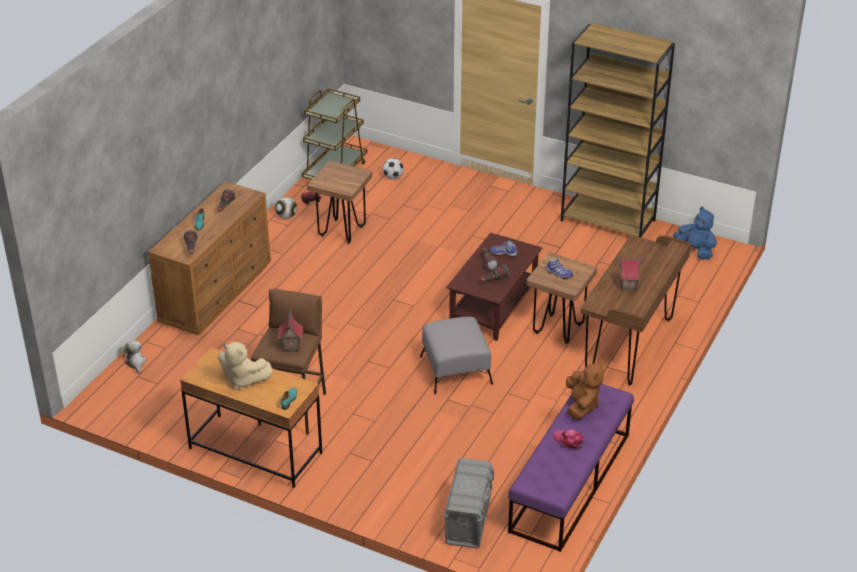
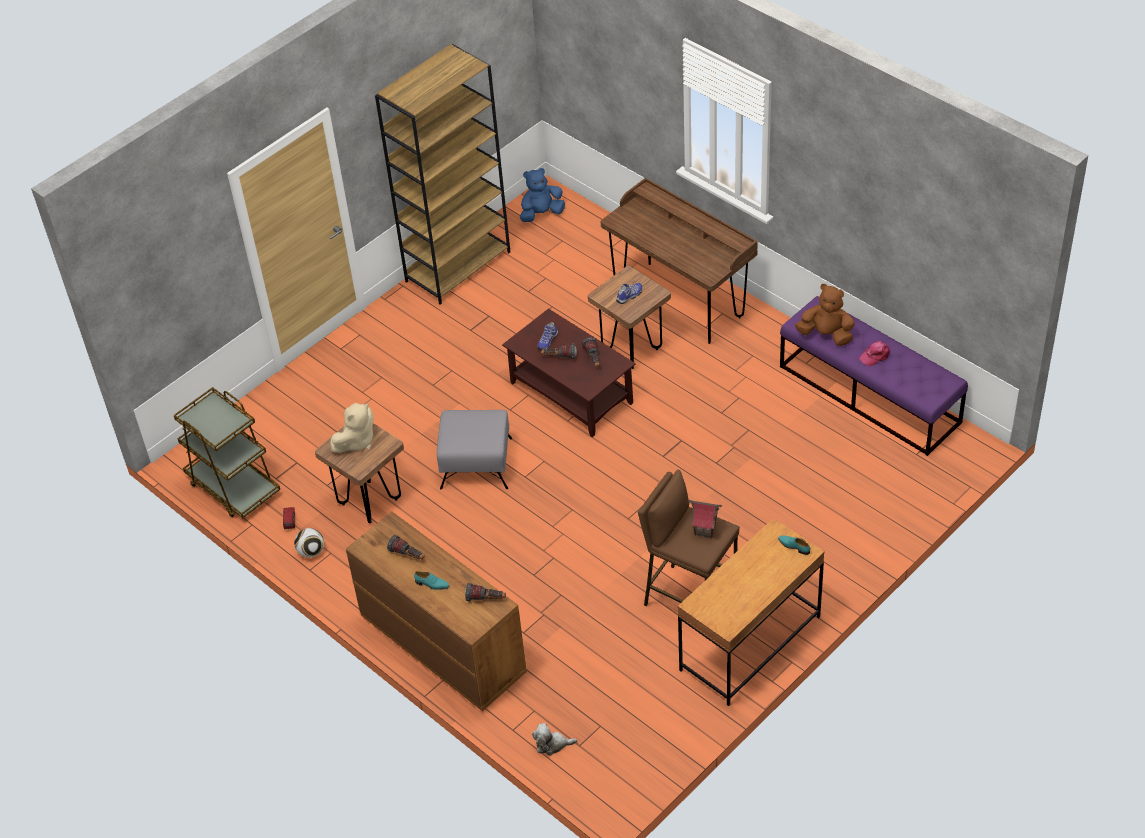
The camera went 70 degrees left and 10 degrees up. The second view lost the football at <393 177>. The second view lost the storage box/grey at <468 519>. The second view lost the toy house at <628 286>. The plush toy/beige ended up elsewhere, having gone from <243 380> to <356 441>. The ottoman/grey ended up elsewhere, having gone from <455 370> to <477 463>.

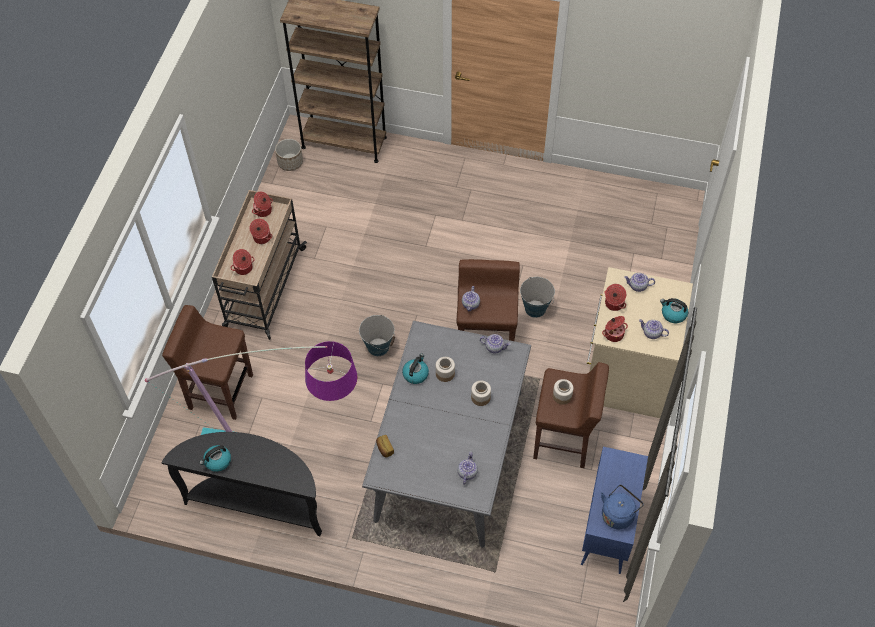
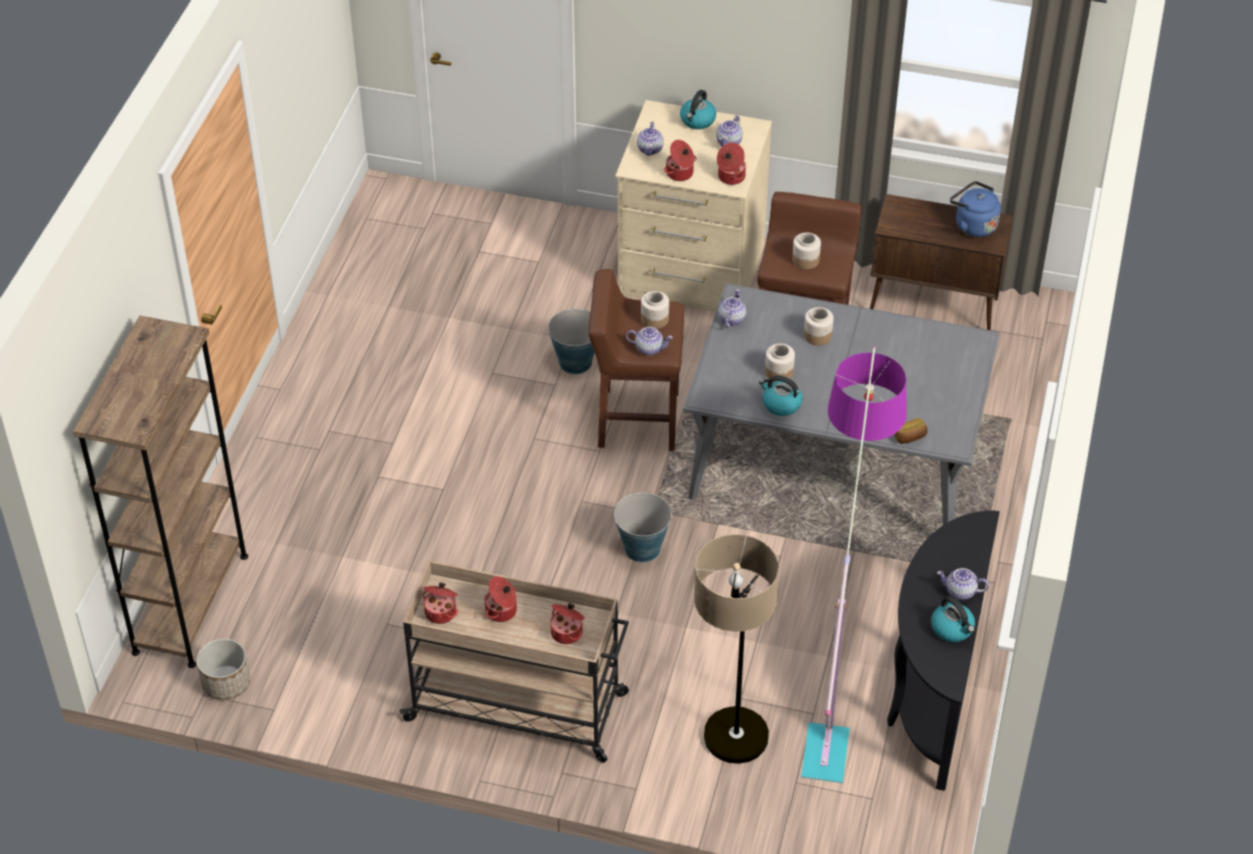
The camera went 90 degrees left and 10 degrees down. The second view gained the jar at <655 319>. The teapot ended up elsewhere, having gone from <467 472> to <960 592>. Where the stool/brown stood at <220 391>, the floor lamp came to stand at <730 758>. What was the cabinet/blue at <608 529> turned into the cabinet/brown at <934 306>.

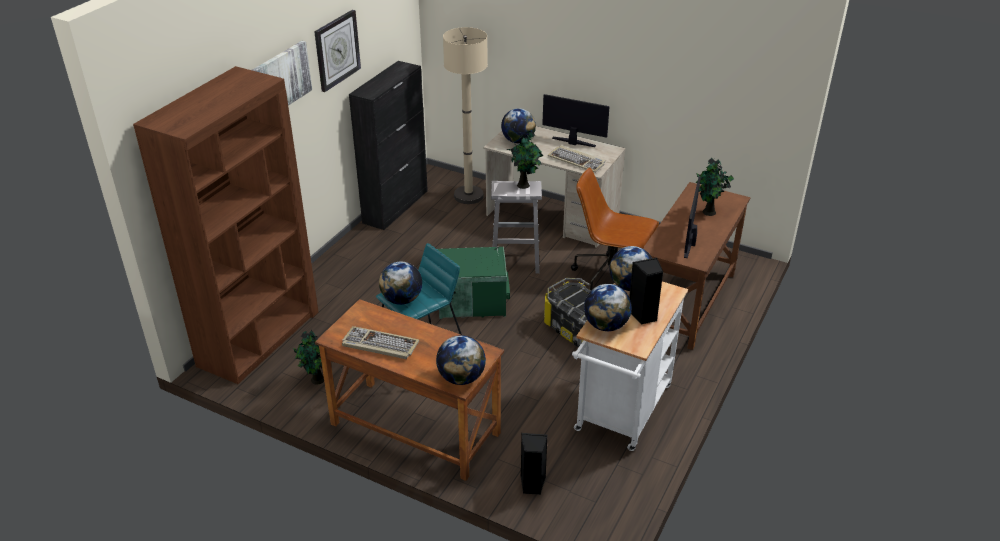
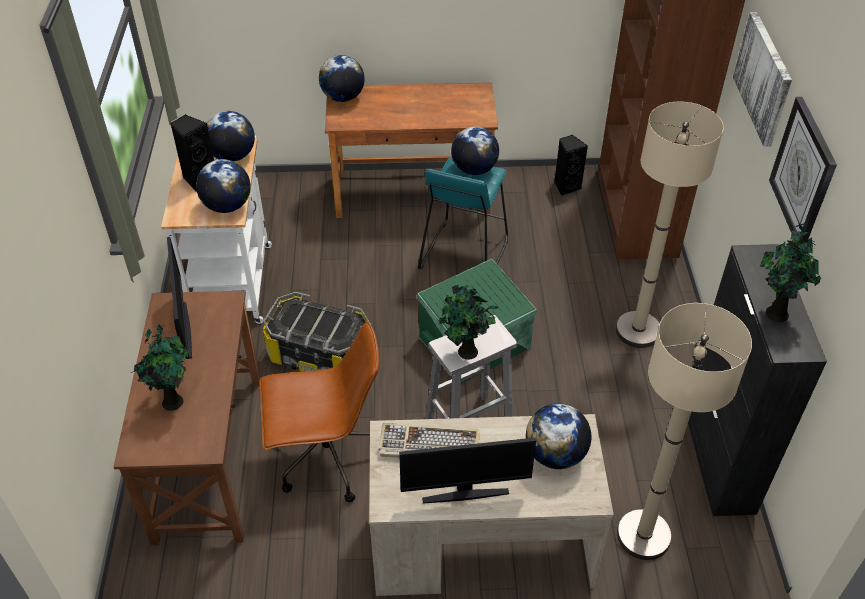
The camera went 150 degrees right and 10 degrees up. The second view lost the keyboard at <379 345>. The second view gained the floor lamp/beige at <638 331>. The potted plant ended up elsewhere, having gone from <317 380> to <775 312>. The speaker/black ended up elsewhere, having gone from <532 484> to <566 187>.

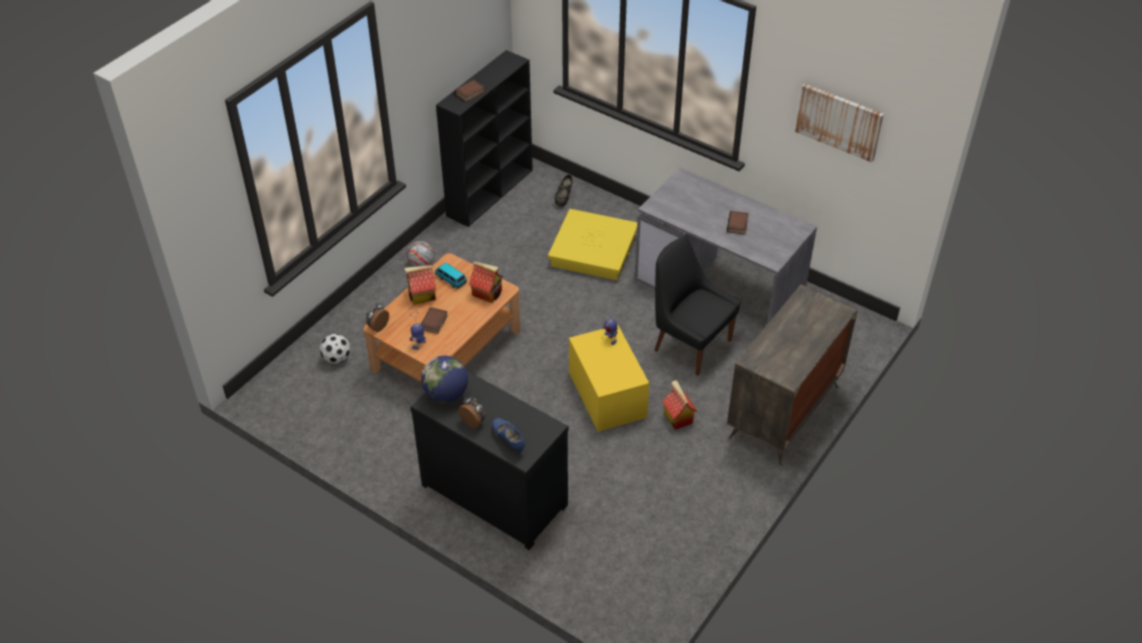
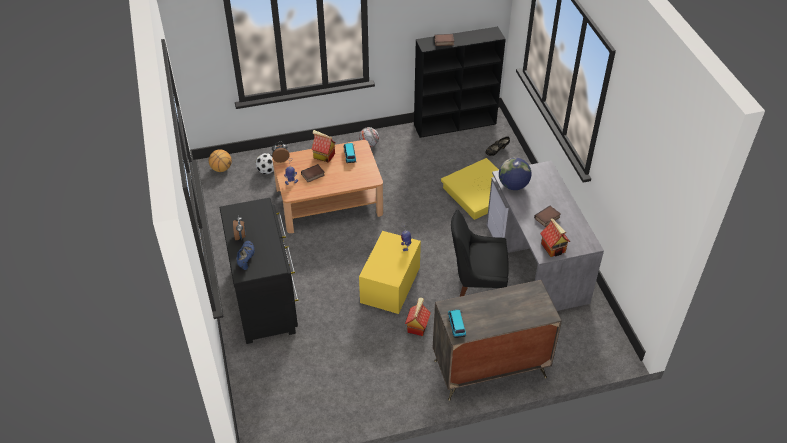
The camera went 40 degrees right and 0 degrees up. The second view lost the picture at <839 121>. The second view gained the basketball at <221 169>. The second view gained the toy car at <456 326>. The globe ended up elsewhere, having gone from <446 394> to <513 185>. The toy house ended up elsewhere, having gone from <487 293> to <553 248>. The chair/black at <690 344> ended up facing another way, 75 degrees counterclockwise from before.

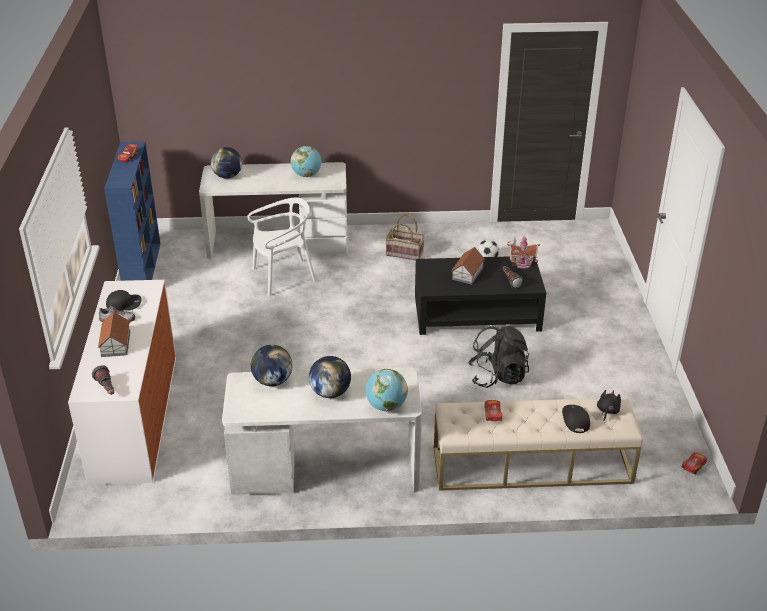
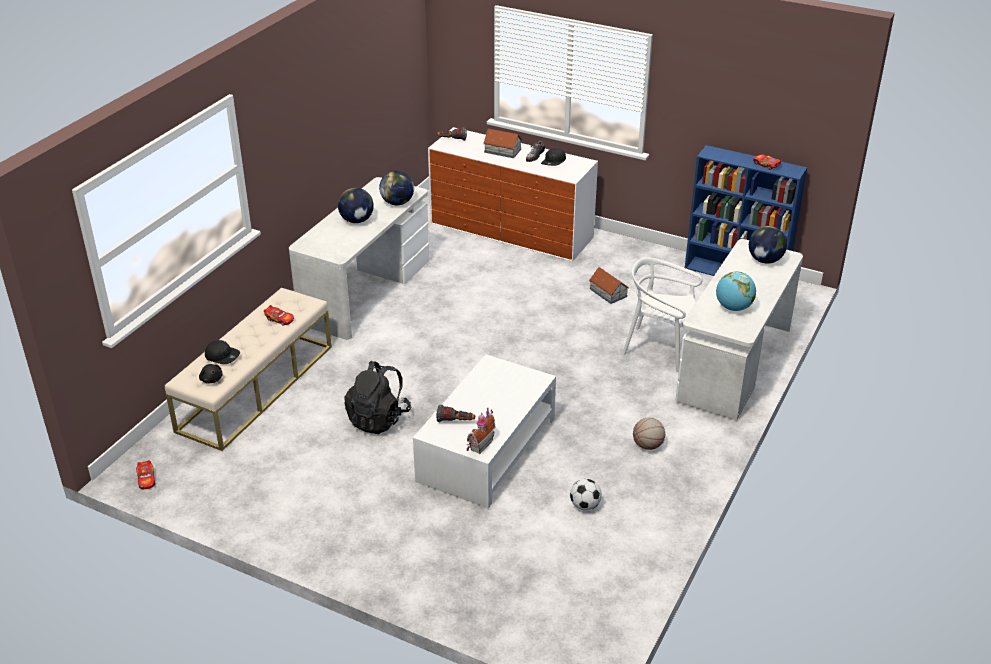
The camera went 120 degrees right and 0 degrees up. The second view lost the globe at <386 406>. The toy house ended up elsewhere, having gone from <467 273> to <608 292>. Where the basket stood at <405 253>, the basketball came to stand at <648 446>. What was the coffee table/black at <477 313> turned into the coffee table/white at <487 450>. The chair/white at <283 277> ended up facing another way, 105 degrees clockwise from before.

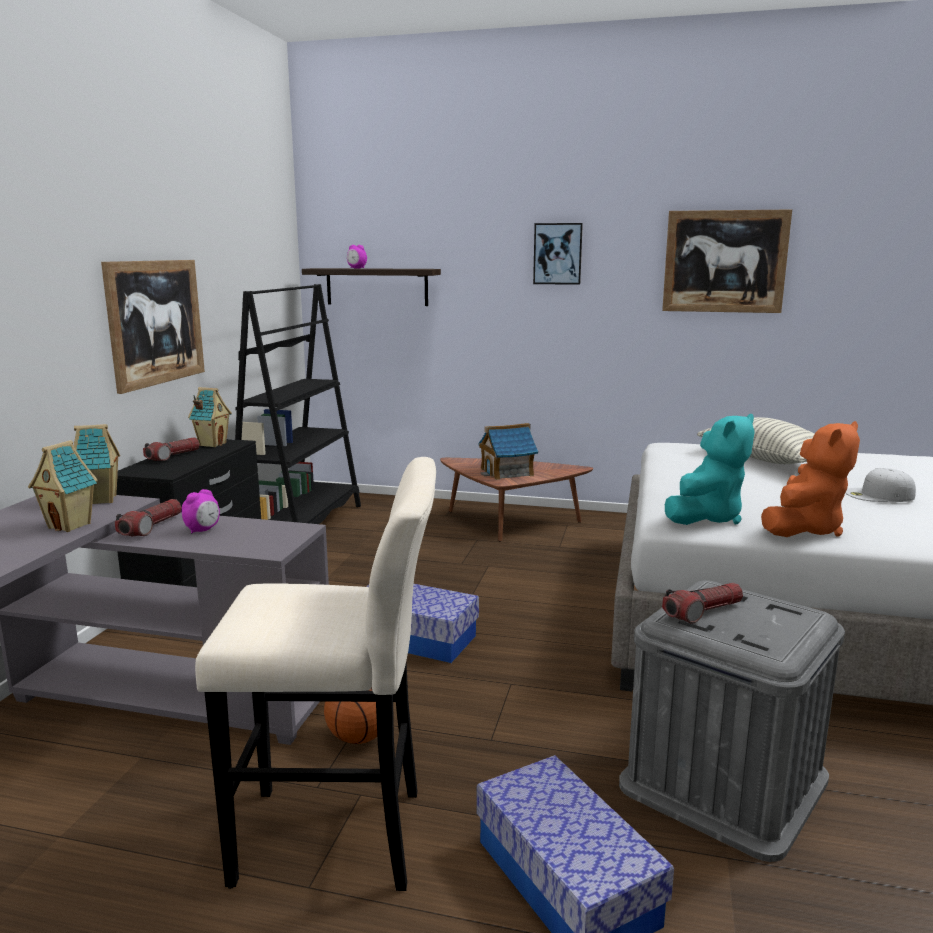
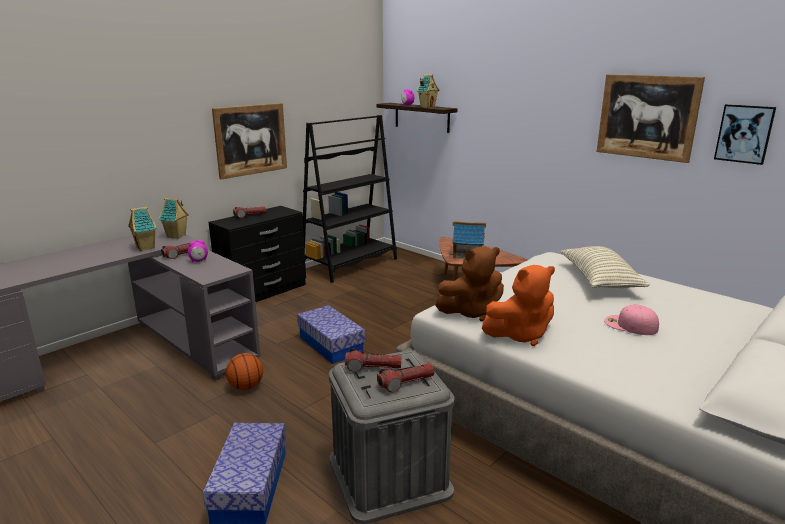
The camera went 30 degrees right and 5 degrees up. The second view lost the stool/beige at <340 837>. The second view gained the flashlight at <406 383>. The toy house ended up elsewhere, having gone from <212 444> to <427 107>. The picture ended up elsewhere, having gone from <557 254> to <744 134>. What was the plush toy/turquoise at <706 517> turned into the plush toy/brown at <471 312>. What was the cap/white at <879 495> turned into the cap/pink at <630 325>.

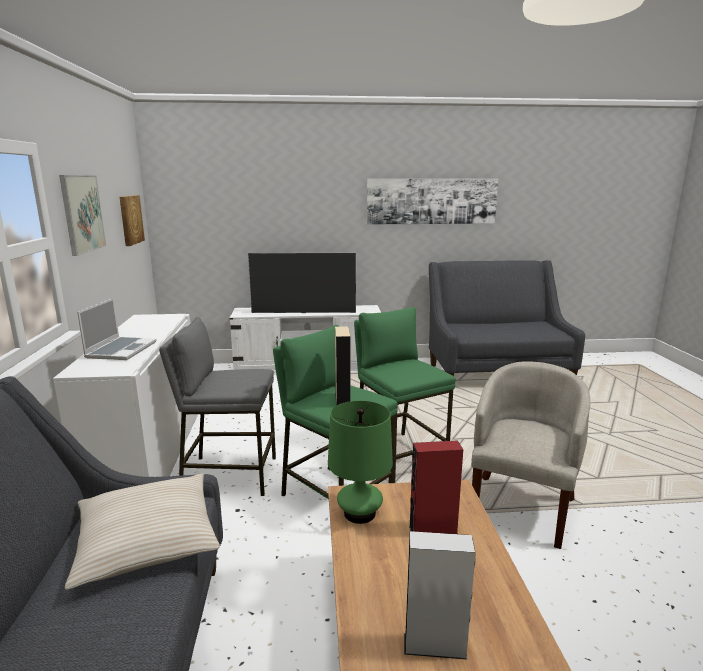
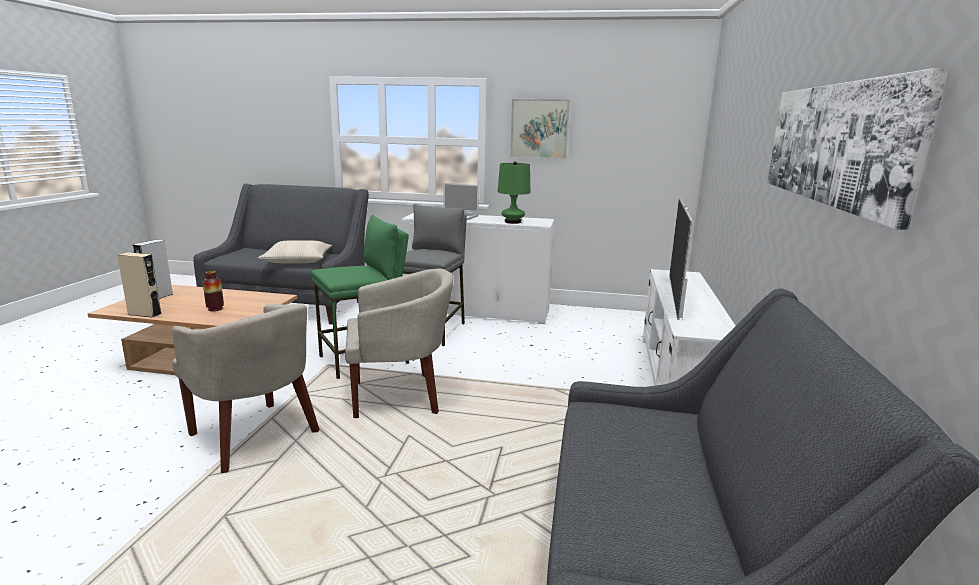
The camera went 105 degrees right and 0 degrees up. The second view lost the picture at <130 219>. The table lamp/green ended up elsewhere, having gone from <359 513> to <512 222>. The speaker/beige ended up elsewhere, having gone from <342 399> to <144 314>. Where the stool/green stood at <399 457>, the armchair/beige came to stand at <399 396>. Where the speaker/red stood at <433 530>, the vase came to stand at <215 309>.

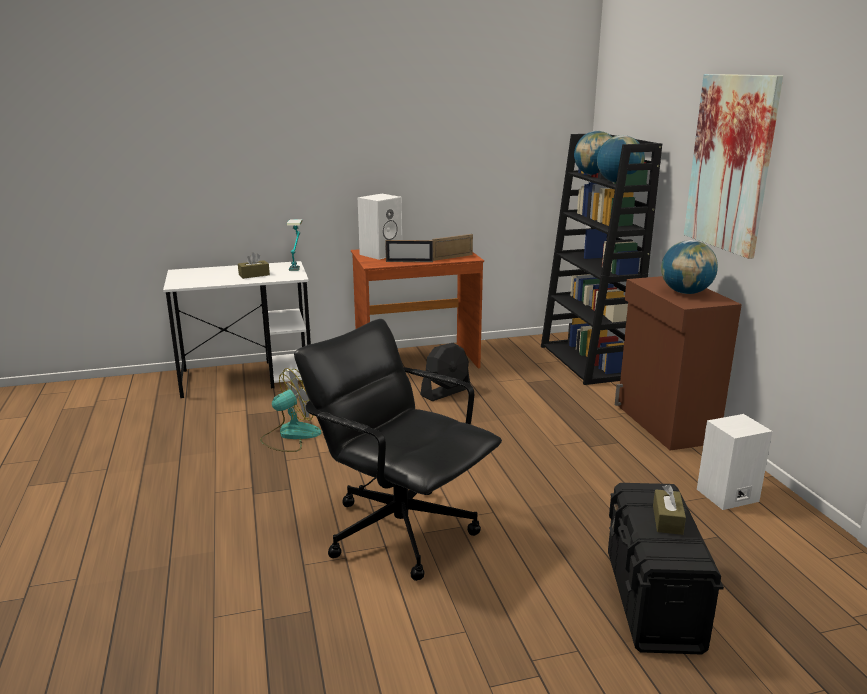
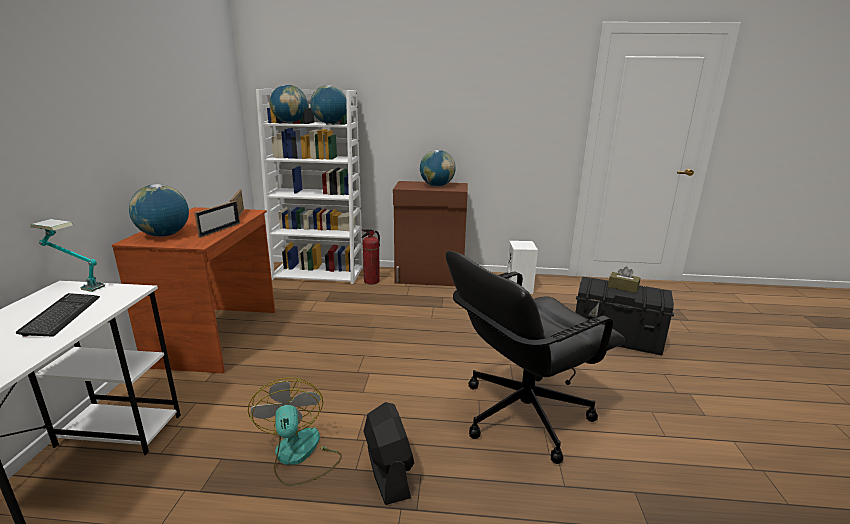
The camera went 70 degrees left and 0 degrees up. The second view lost the picture at <730 163>. The second view gained the fire extinguisher at <371 281>. The fan/black ended up elsewhere, having gone from <446 392> to <388 472>. Where the tissue box/brown stood at <254 275>, the keyboard came to stand at <62 316>. Where the speaker/white stood at <381 254>, the globe came to stand at <164 235>. What was the bookcase/black at <587 362> turned into the bookcase/white at <319 273>.

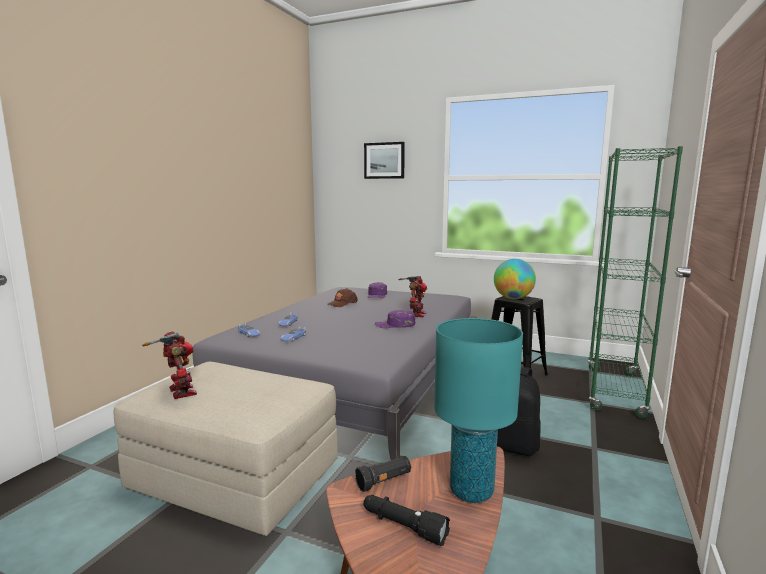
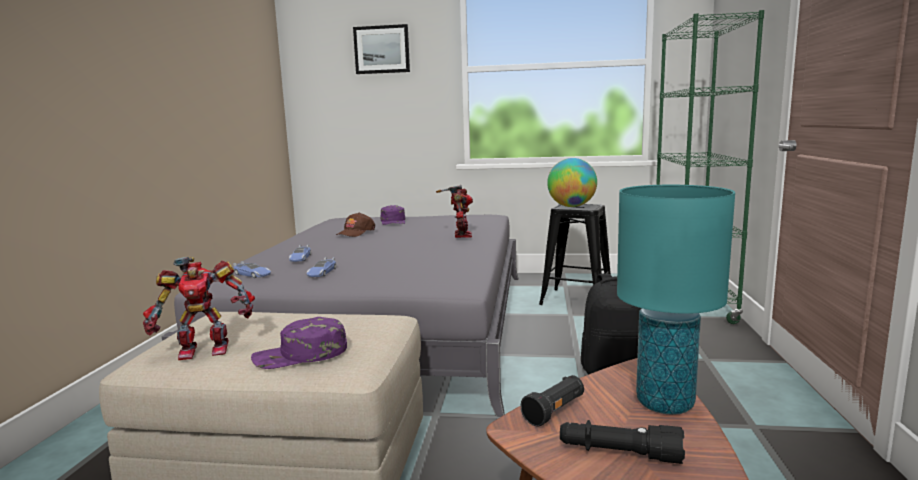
The camera went 15 degrees left and 0 degrees up. The cap/purple ended up elsewhere, having gone from <395 325> to <300 355>. The toy robot at <180 392> ended up facing another way, 120 degrees clockwise from before.

